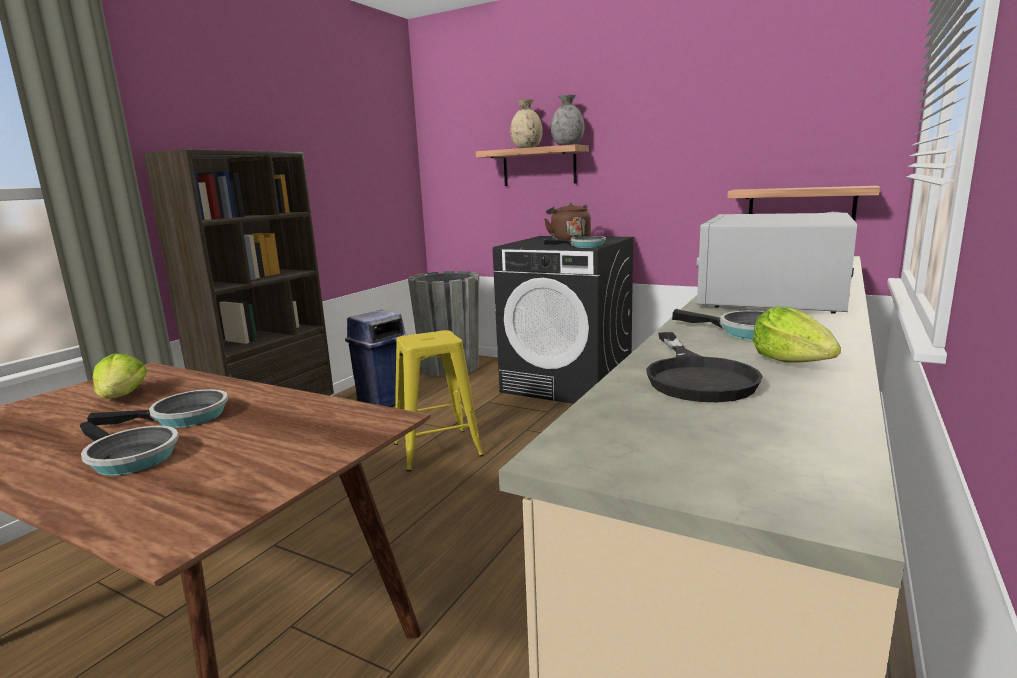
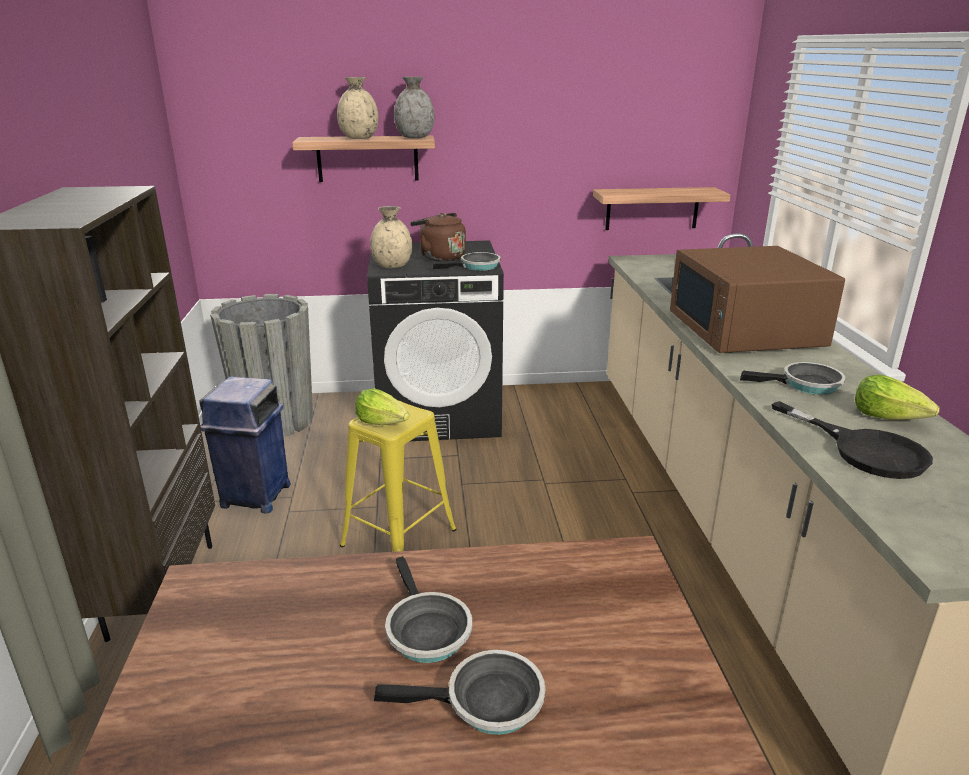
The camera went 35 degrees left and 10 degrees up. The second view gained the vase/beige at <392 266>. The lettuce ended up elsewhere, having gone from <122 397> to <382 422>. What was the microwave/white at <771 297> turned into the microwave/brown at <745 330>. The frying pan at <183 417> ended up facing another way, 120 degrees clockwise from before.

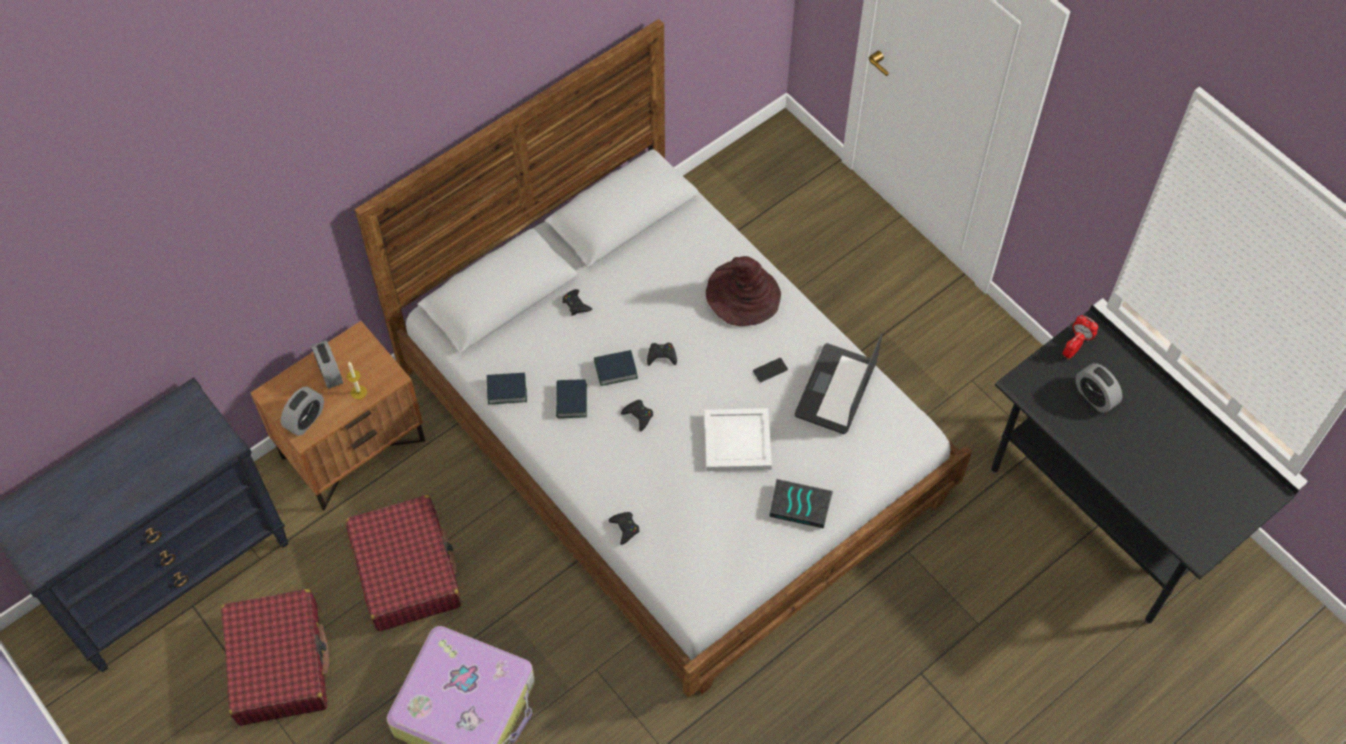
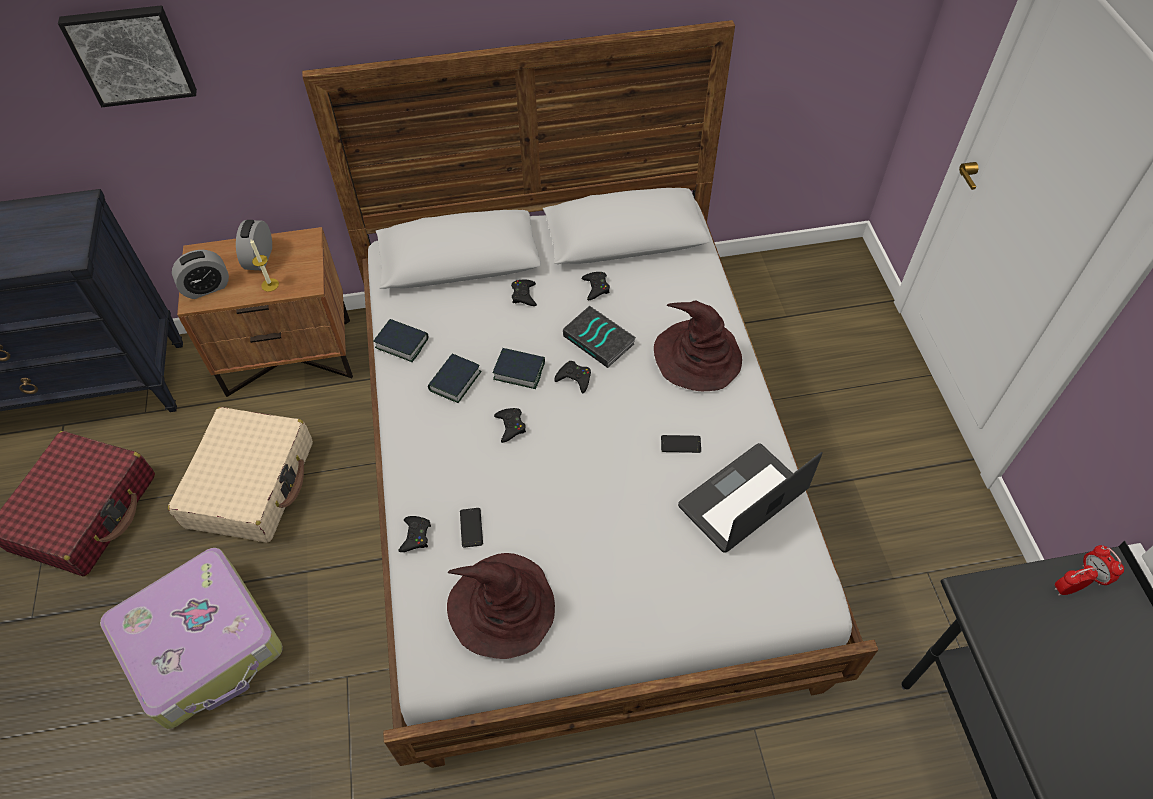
The camera went 30 degrees right and 5 degrees down. The second view lost the tray/white at <736 442>. The second view lost the alarm clock at <1094 397>. The second view gained the picture at <131 54>. The second view gained the hat/brown at <502 606>. The second view gained the phone at <471 527>. The second view gained the game controller/black at <596 287>. The book ended up elsewhere, having gone from <801 505> to <600 340>. What was the suitcase/red at <406 570> turned into the suitcase/beige at <251 484>.

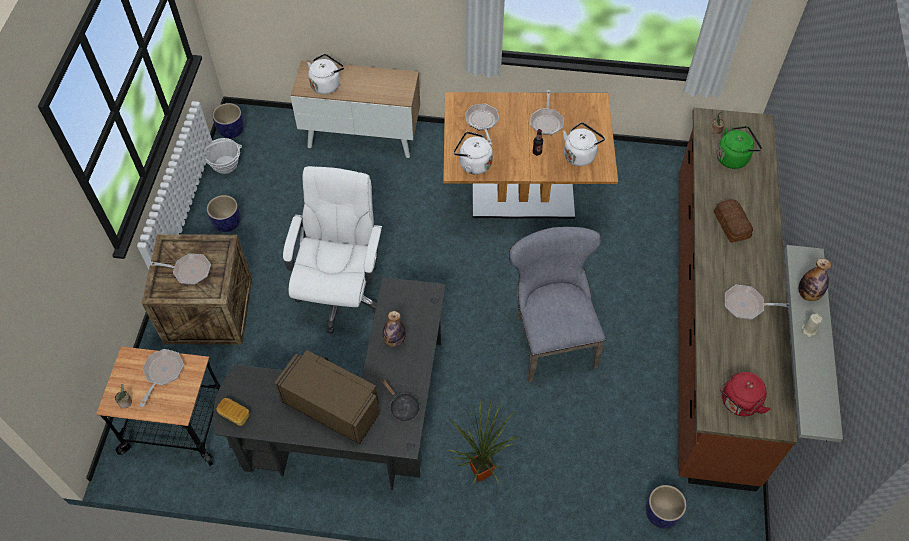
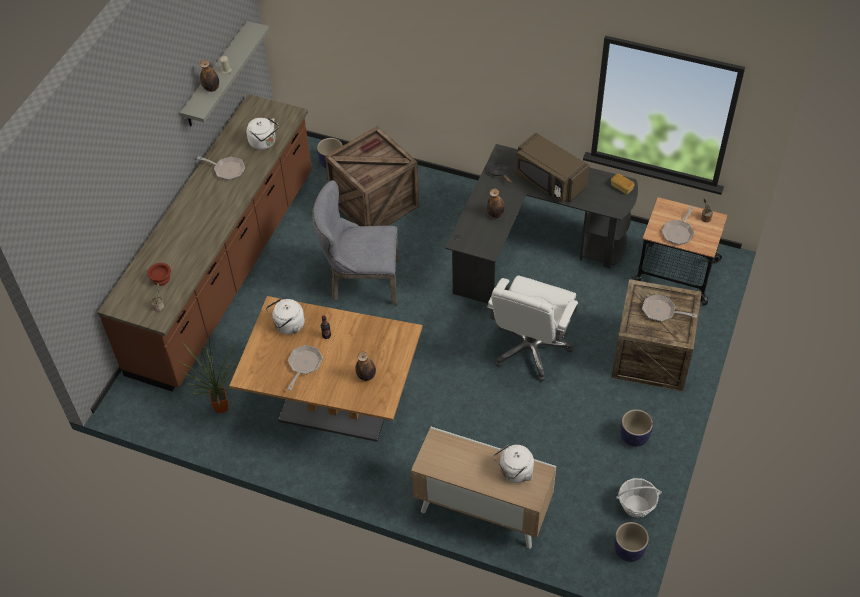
The camera went 165 degrees left and 5 degrees down. The second view lost the bread at <731 226>. The second view lost the kettle/red at <738 403>. The second view gained the crate at <374 202>. The potted plant ended up elsewhere, having gone from <480 470> to <221 410>. The kettle/white ended up elsewhere, having gone from <473 164> to <264 143>. Where the frying pan stood at <482 122>, the bottle came to stand at <366 376>. Where the kettle/green stood at <734 157>, the bowl/brown came to stand at <160 278>. The chair/grey at <550 337> ended up facing another way, 90 degrees clockwise from before.

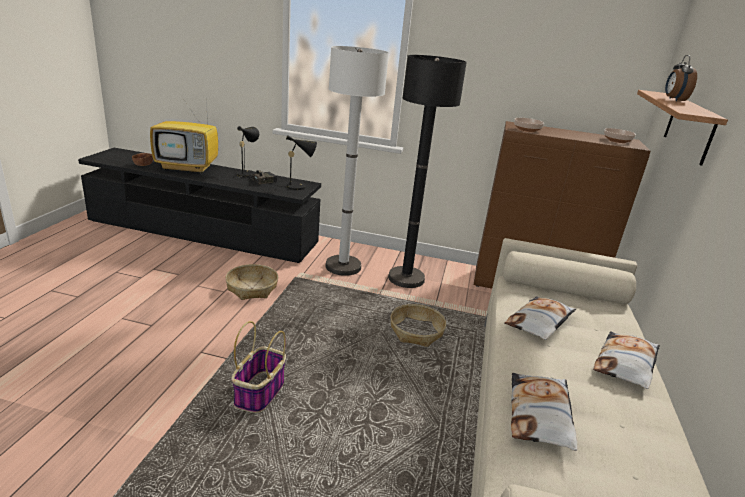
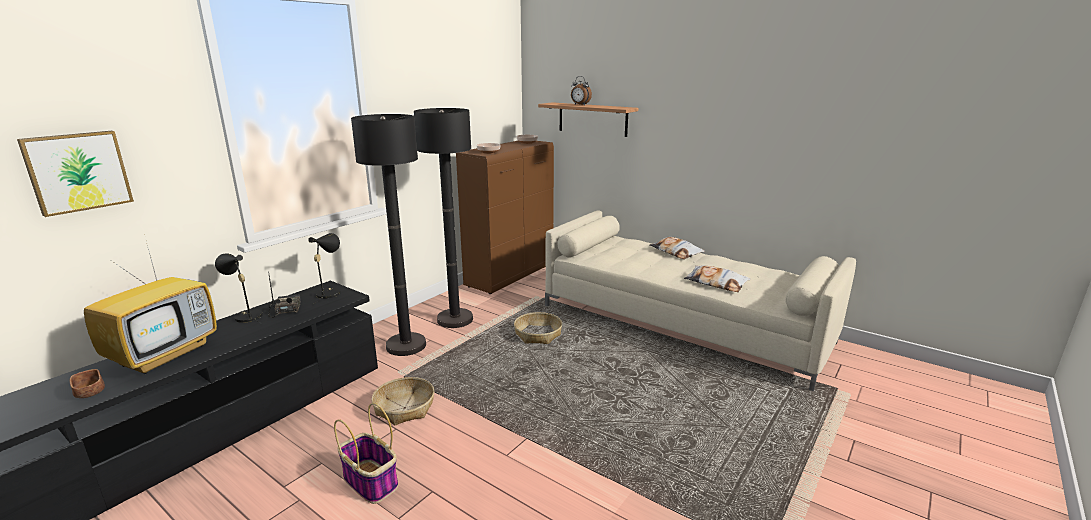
The camera went 65 degrees left and 5 degrees down. The second view lost the pillow at <540 322>. The second view gained the picture at <77 171>. The basket ended up elsewhere, having gone from <259 393> to <371 482>. What was the floor lamp/white at <343 266> turned into the floor lamp/black at <406 345>.

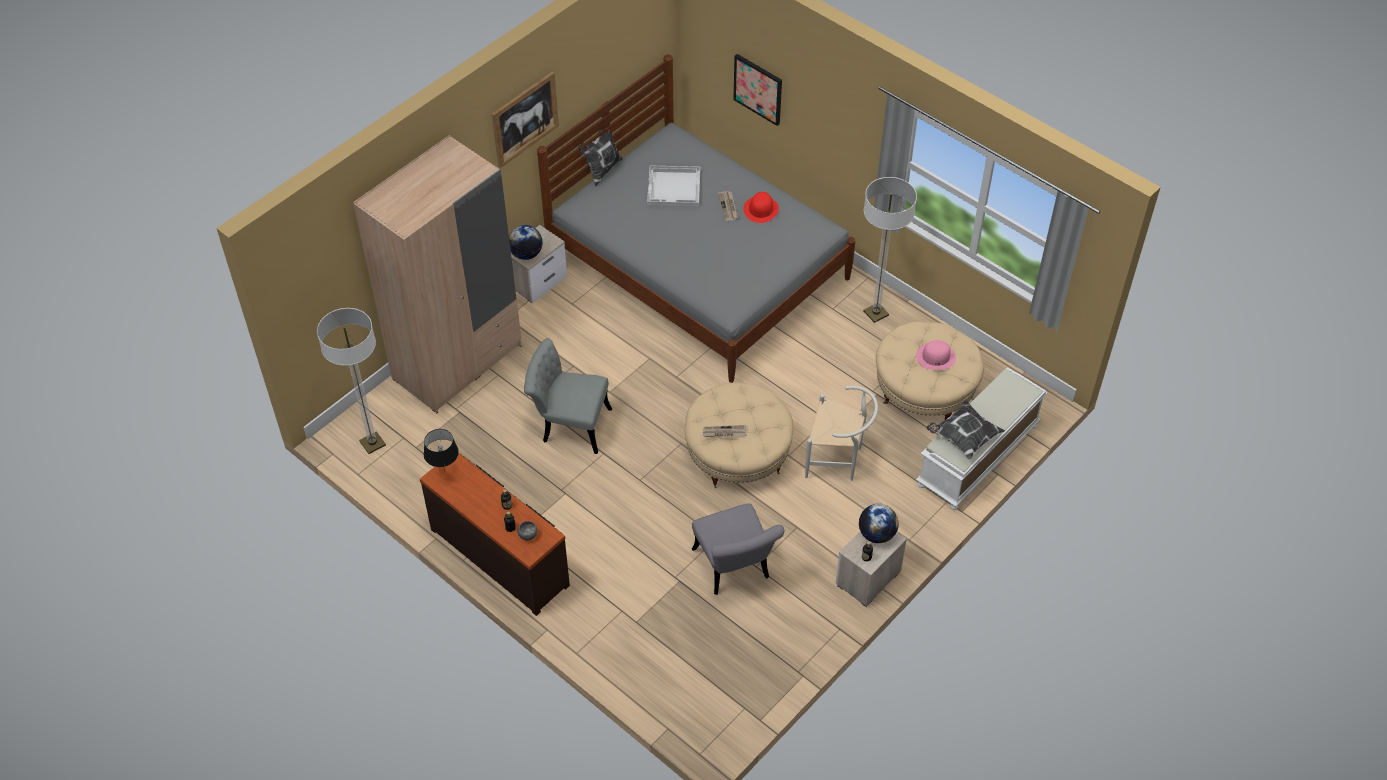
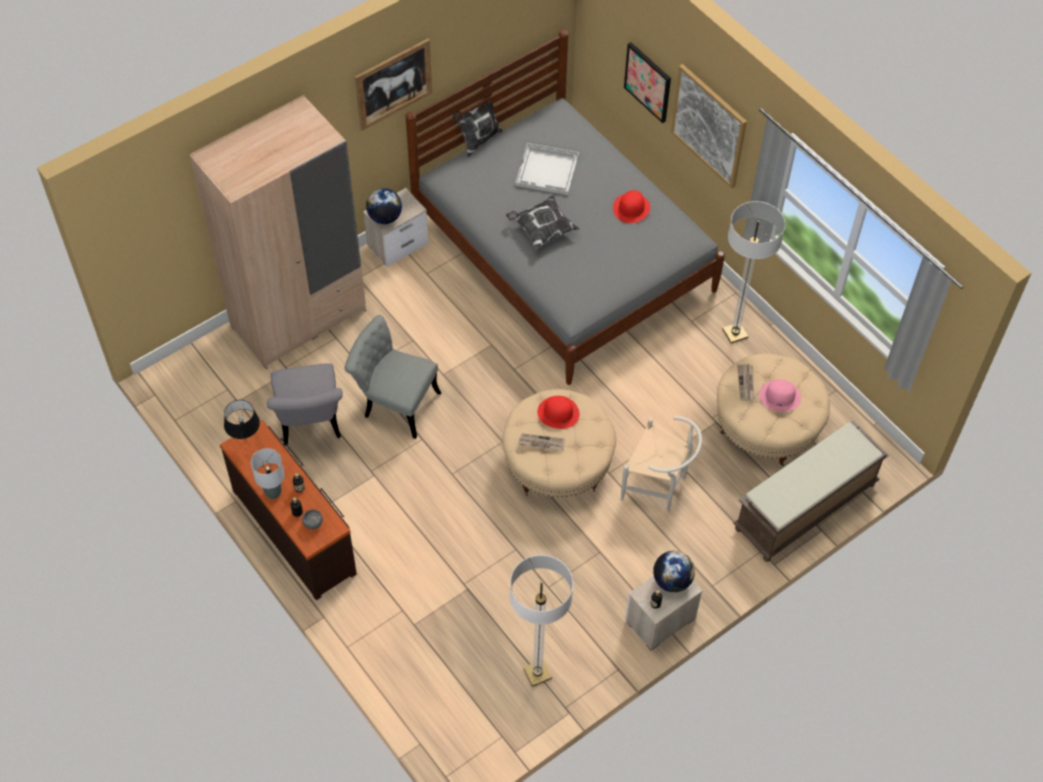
The camera went 10 degrees right and 5 degrees up. The second view gained the table lamp/grey at <273 493>. The second view gained the hat/red at <558 413>. The second view gained the picture at <709 125>. The floor lamp ended up elsewhere, having gone from <372 443> to <537 673>. The chair/grey ended up elsewhere, having gone from <734 570> to <310 425>. The newspaper ended up elsewhere, having gone from <728 207> to <746 383>. The pillow ended up elsewhere, having gone from <963 437> to <542 230>. What was the bench/white at <978 457> turned into the bench/brown at <805 508>.

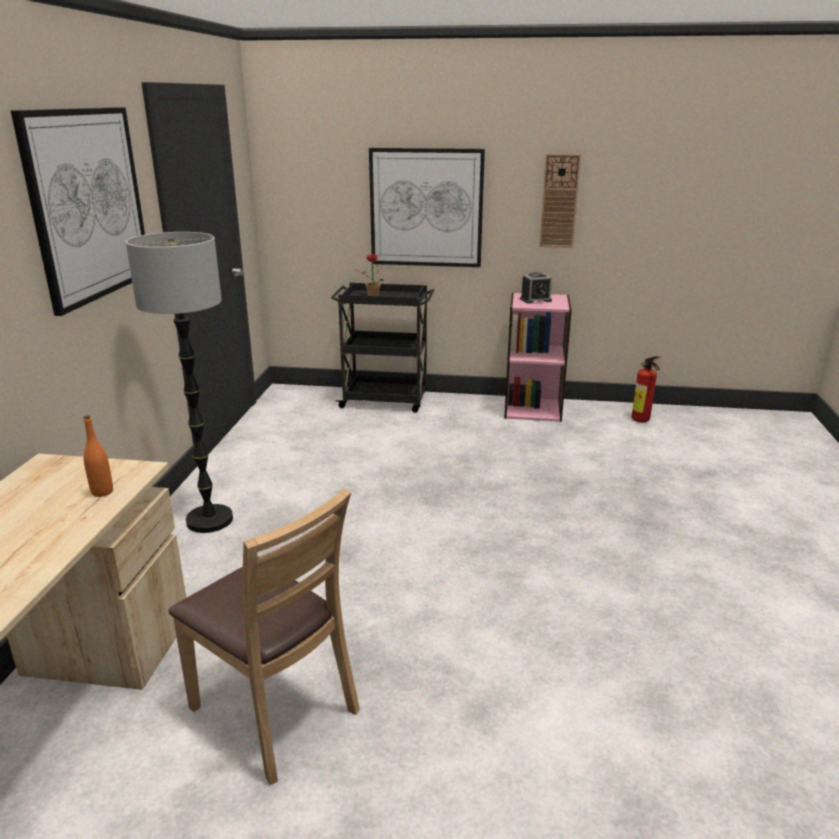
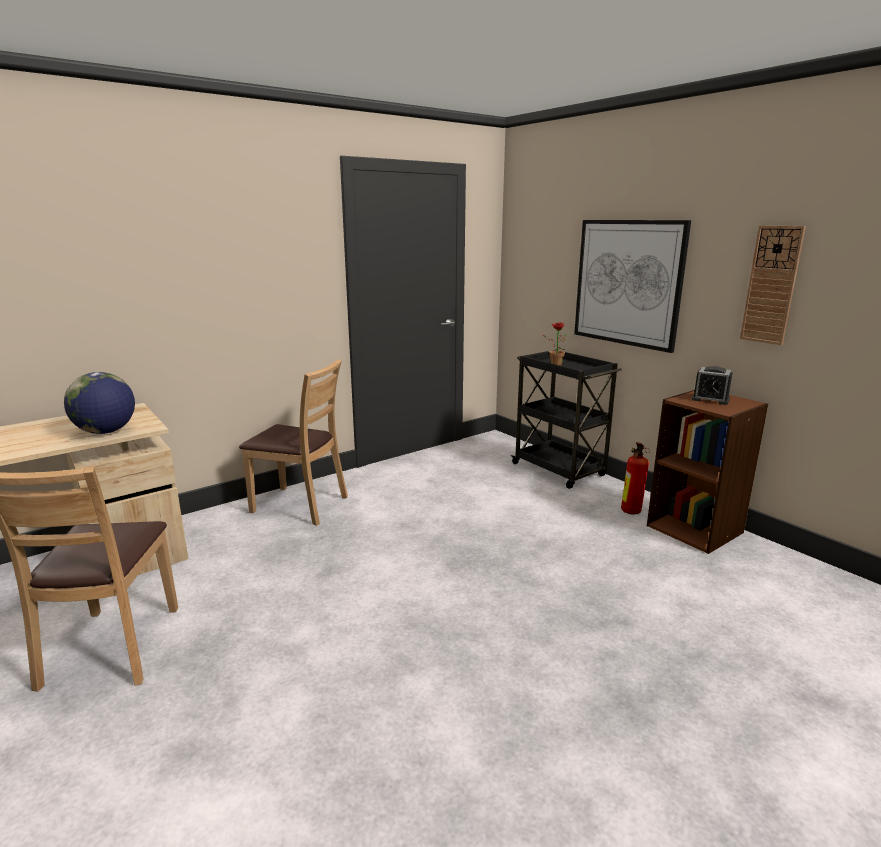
The camera went 45 degrees right and 5 degrees down. The second view lost the picture at <88 205>. The fire extinguisher ended up elsewhere, having gone from <641 421> to <630 512>. Where the bottle/orange stood at <102 492>, the globe came to stand at <106 432>. Where the floor lamp stood at <210 520>, the chair/brown came to stand at <300 505>. What was the bookcase/pink at <533 409> turned into the bookcase/brown at <695 529>.

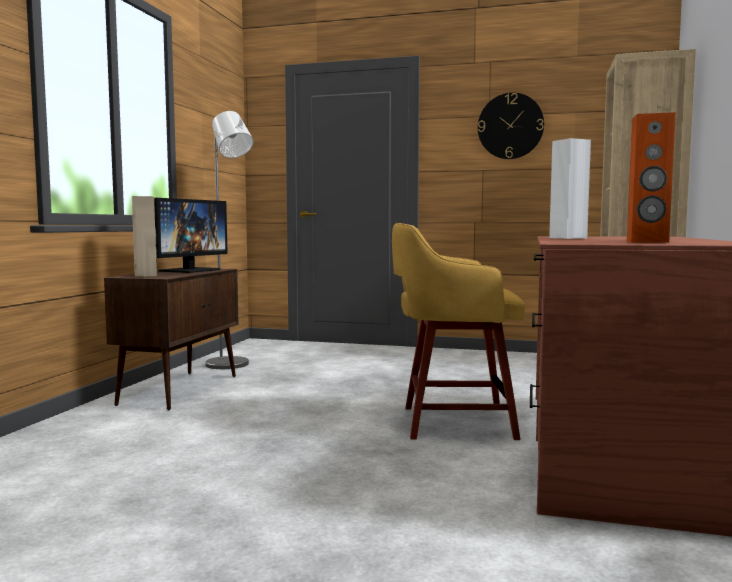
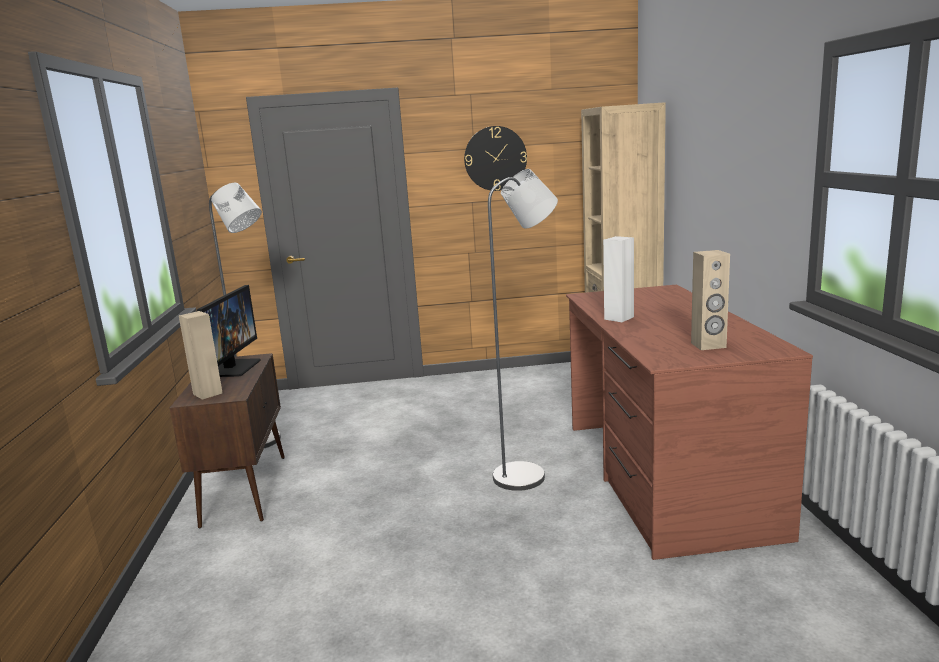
The camera went 20 degrees left and 10 degrees up. Where the stool/yellow stood at <452 422>, the floor lamp/grey came to stand at <528 475>. What was the speaker/orange at <647 242> turned into the speaker/beige at <708 345>.

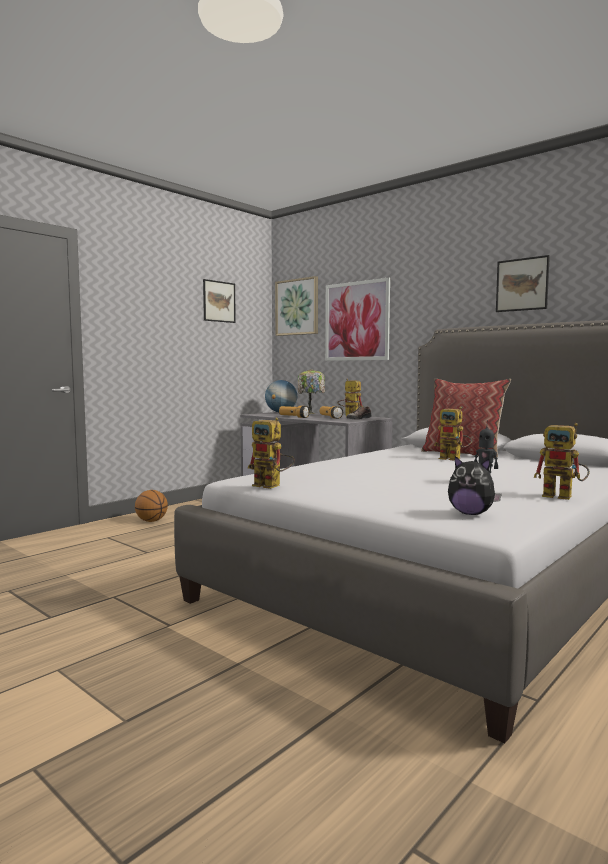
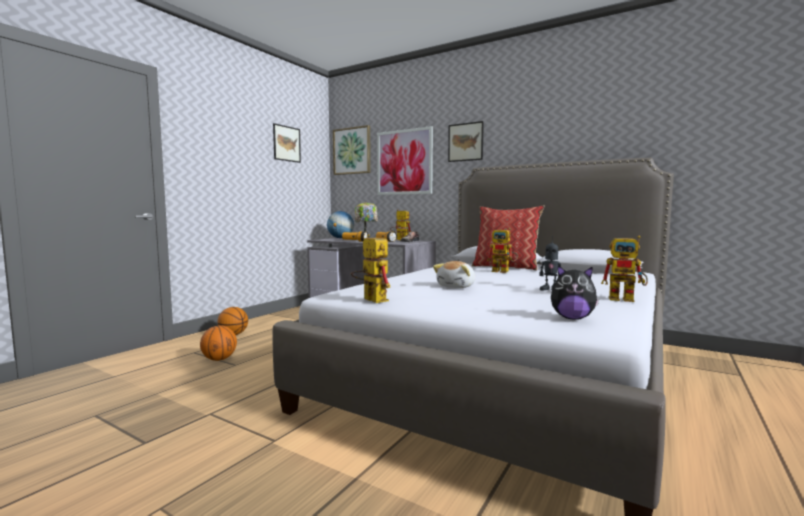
The camera went 10 degrees left and 0 degrees up. The second view gained the basketball at <219 359>. The second view gained the plush toy at <457 286>. The picture ended up elsewhere, having gone from <522 284> to <465 142>. The toy robot at <272 486> ended up facing another way, 150 degrees counterclockwise from before.

